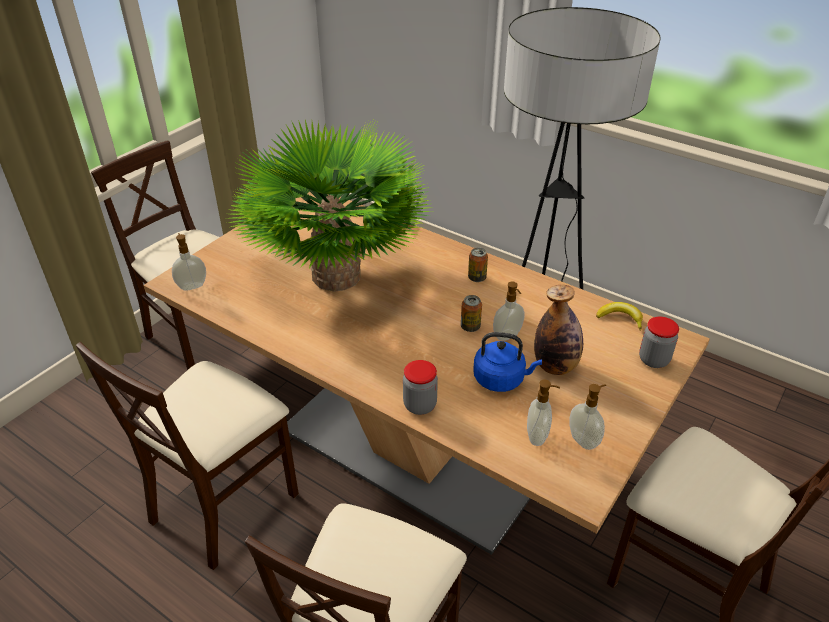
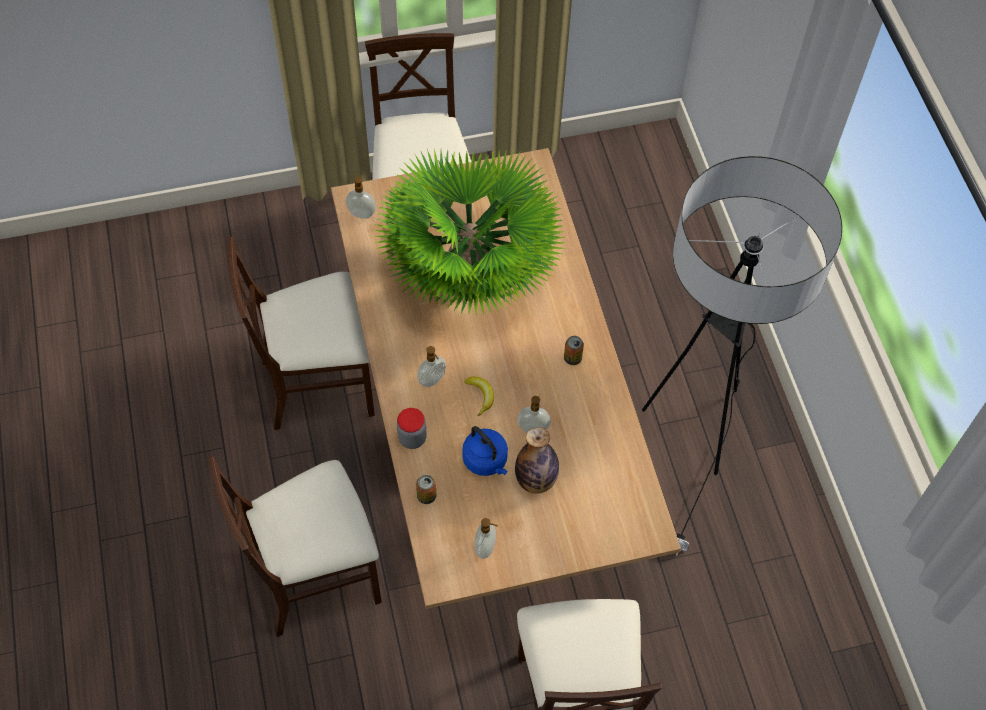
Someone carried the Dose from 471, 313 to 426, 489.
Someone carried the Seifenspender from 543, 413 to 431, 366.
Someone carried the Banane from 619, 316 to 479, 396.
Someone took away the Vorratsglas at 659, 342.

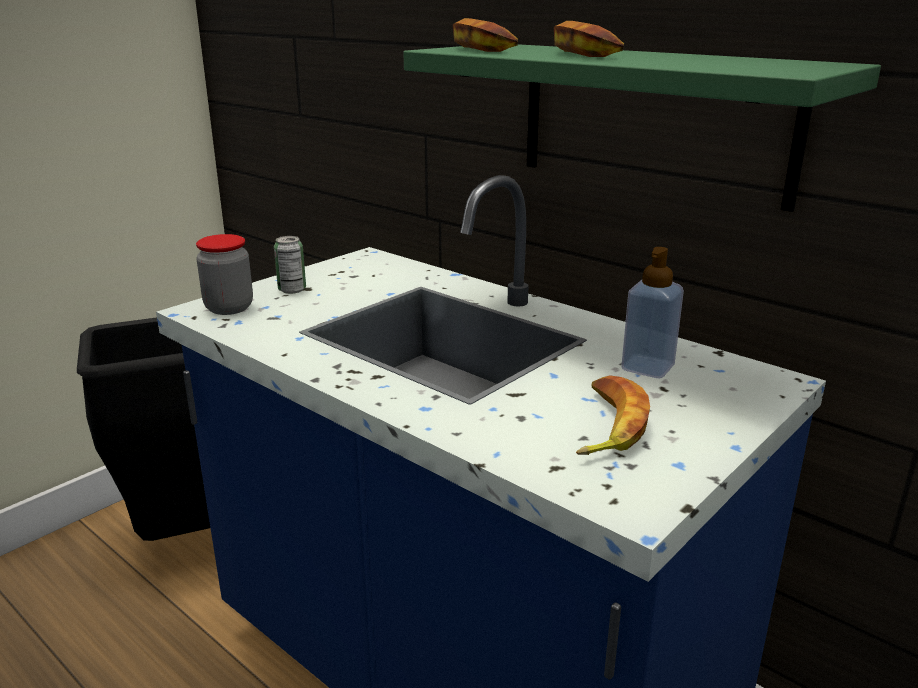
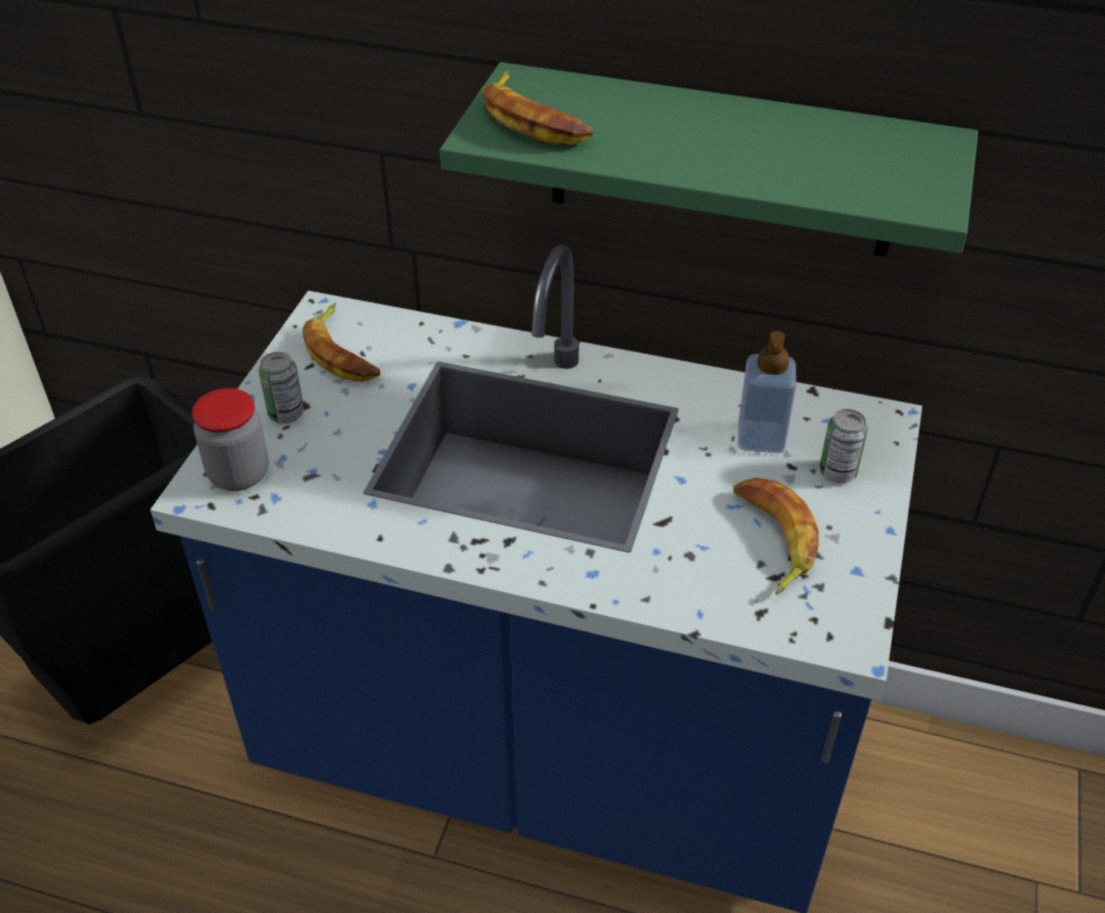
Someone carried the Banane from 589, 39 to 341, 342.
Someone put down the Dose at 843, 446.

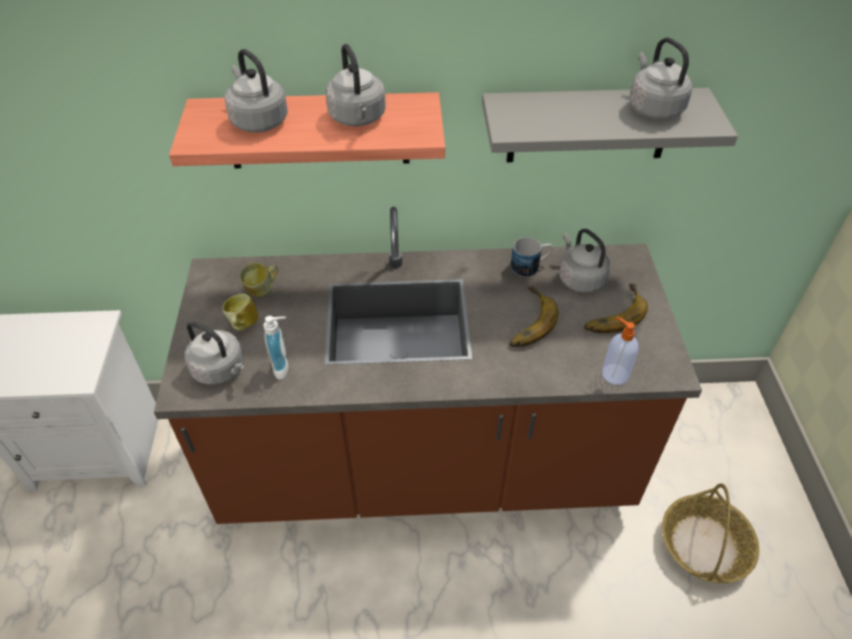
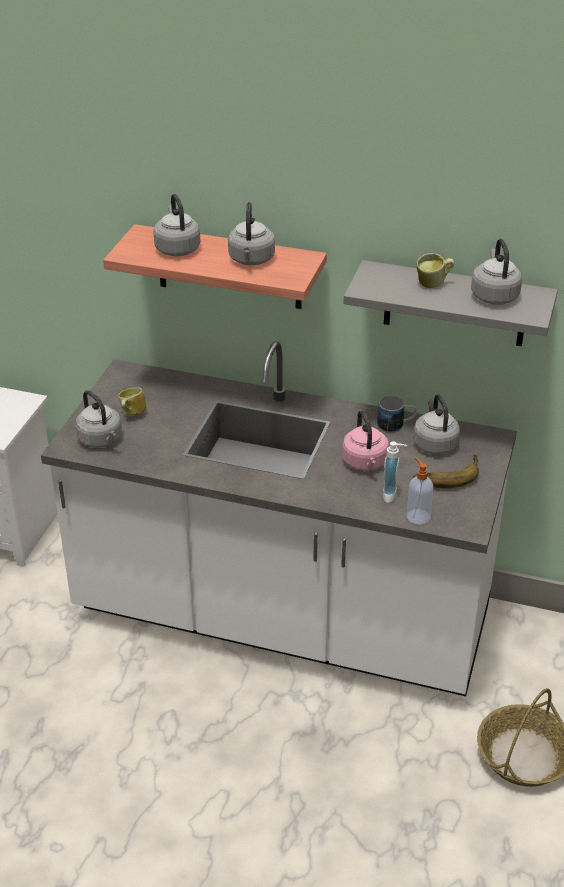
Someone repainted the Küchenzeile [braun] at 428, 365, which became the Küchenzeile [weiß] at 279, 518.
Someone carried the Henkelbecher from 259, 279 to 435, 270.
Someone carried the Seifenspender from 276, 348 to 395, 472.
Someone swapped the Banane at 533, 316 for the Wasserkessel [rosa] at 365, 440.

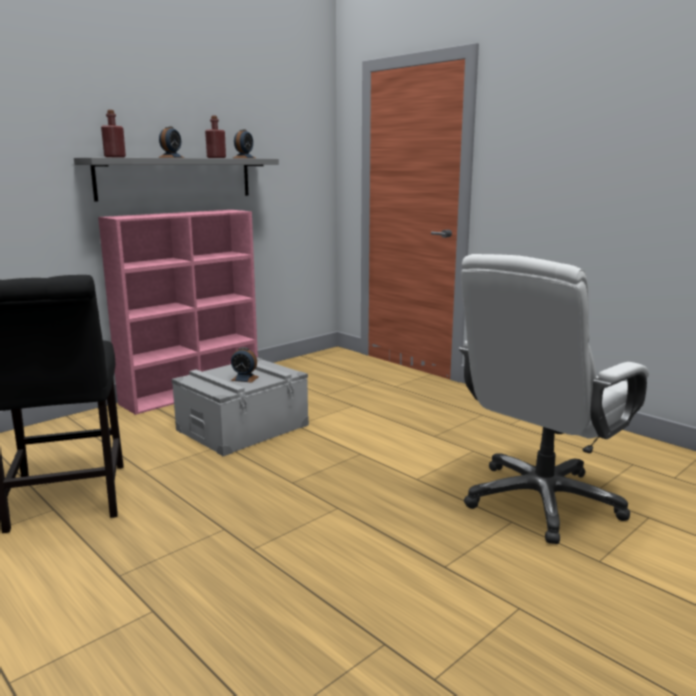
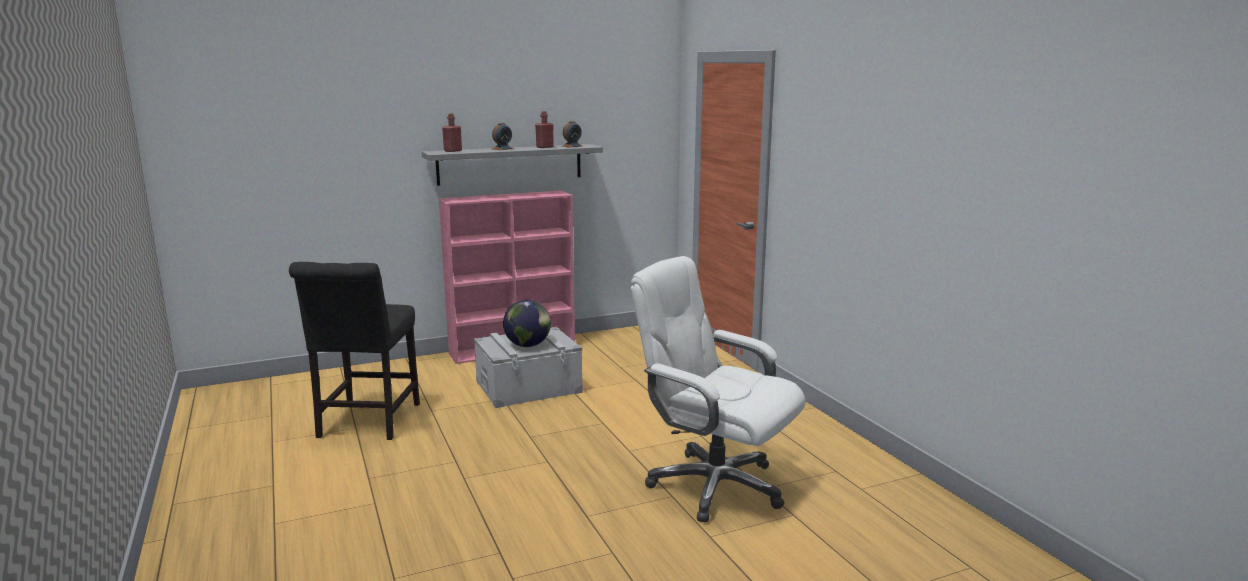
Someone swapped the Wecker at 245, 365 for the Globus at 527, 323.
Someone rotated the Bürostuhl [weiß] at 554, 399 by 60 degrees clockwise.

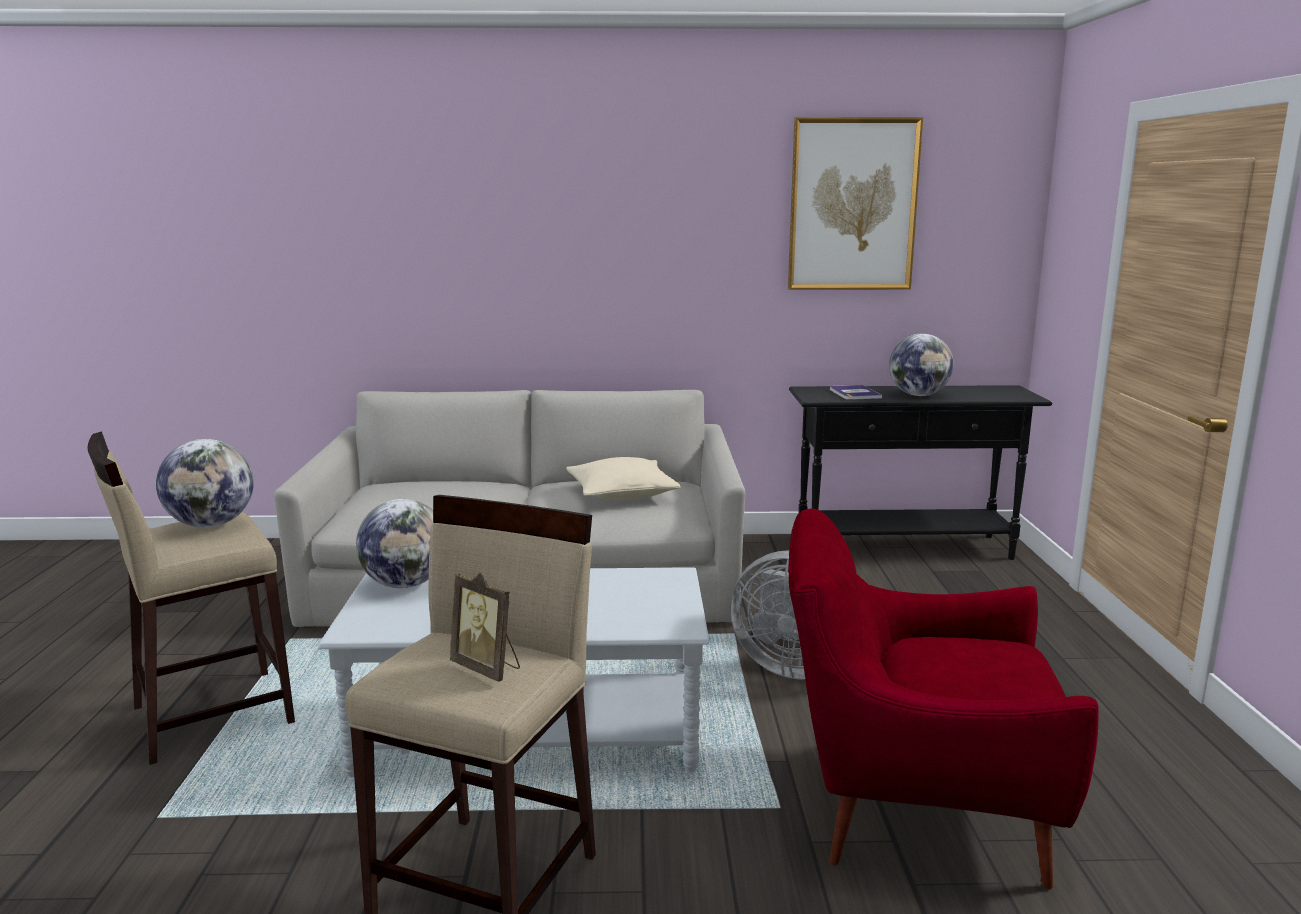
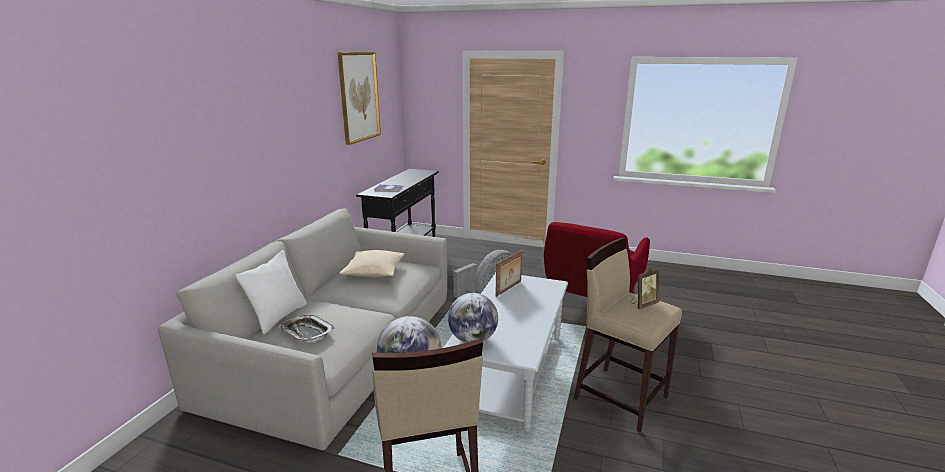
Someone took away the Globus at 921, 365.
Someone put down the Kissen [weiß] at 271, 292.
Someone put down the Tablett at 307, 328.
Someone put down the Bilderrahmen at 508, 273.

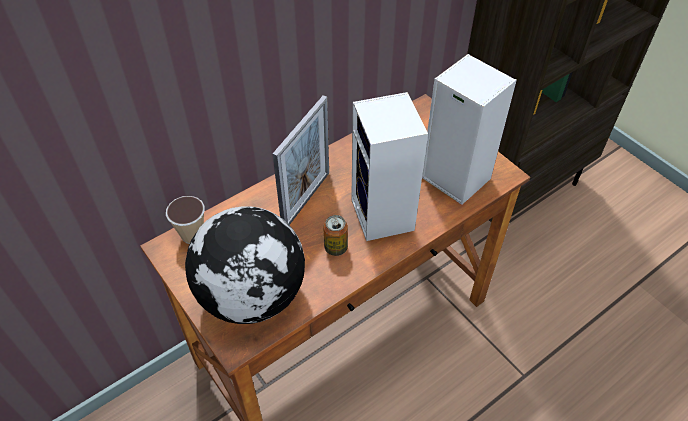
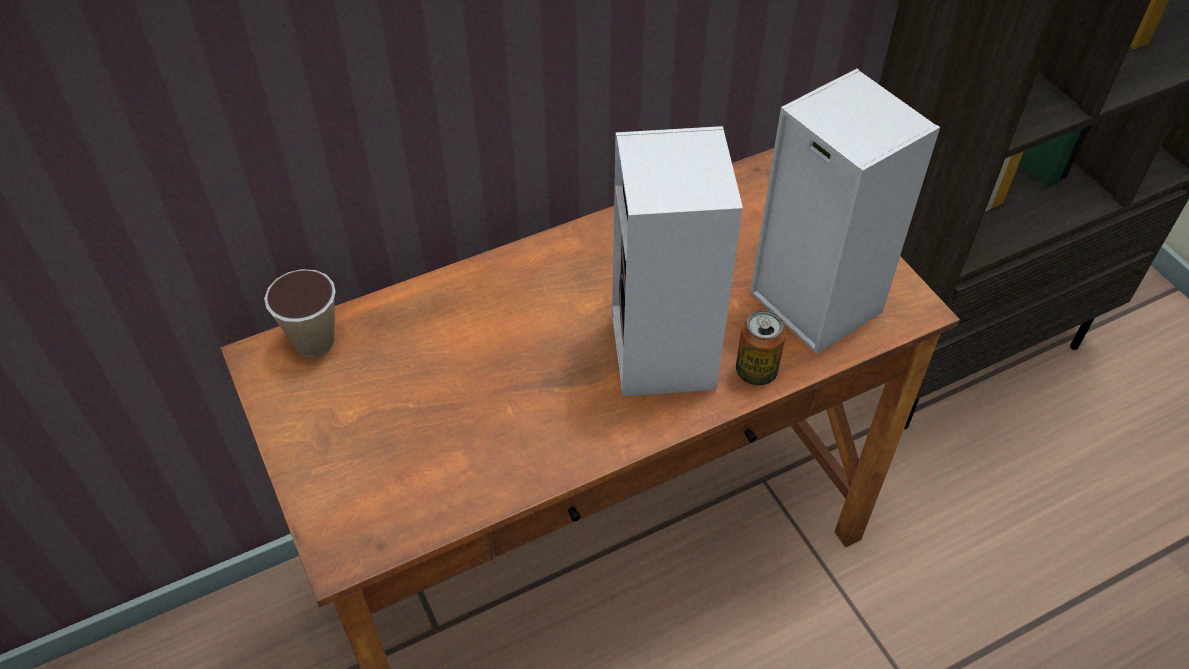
Someone took away the Globus at 245, 265.
Someone took away the Bilderrahmen at 301, 160.
Someone carried the Dose from 335, 235 to 761, 347.

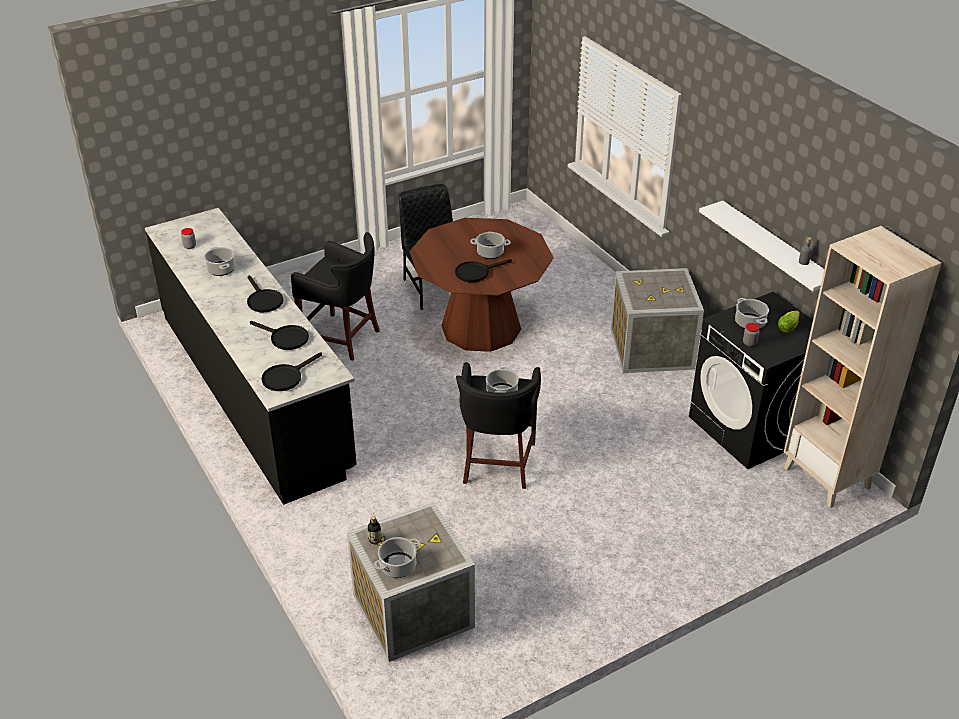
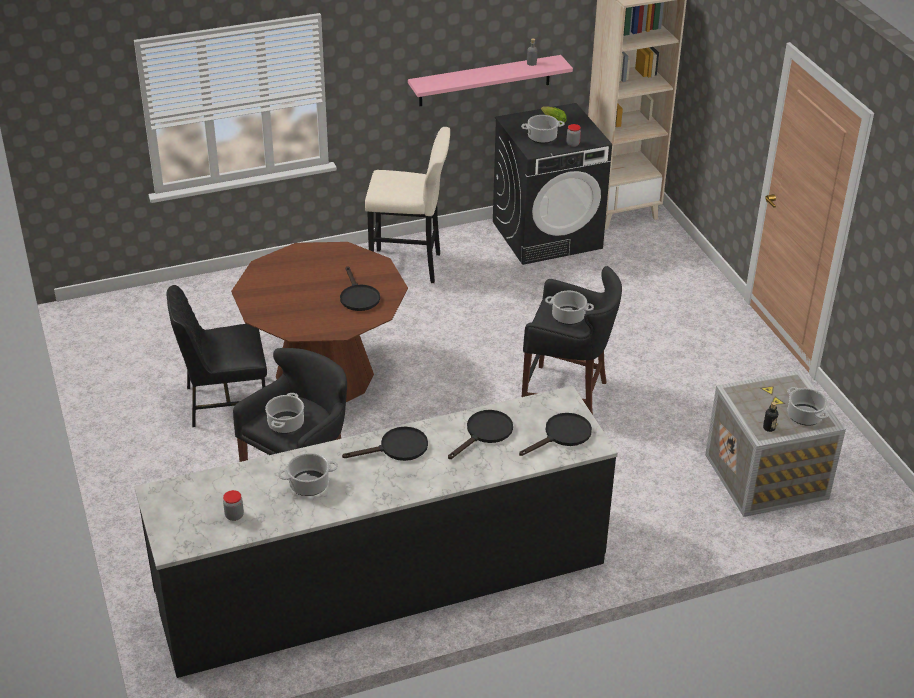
Someone rotated the Pfanne [schwarz] at 292, 371 by 90 degrees counterclockwise.
Someone carried the Kochtopf from 490, 245 to 284, 413.
Someone swapped the Kiste at 657, 320 for the Hocker [beige] at 407, 205.
Someone repainted the Wandregal [weiß] at 761, 246, which became the Wandregal [rosa] at 490, 80.

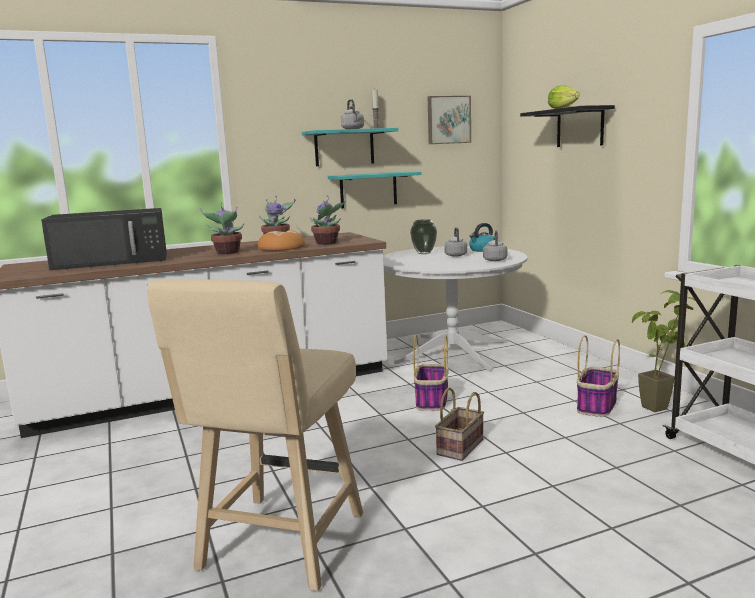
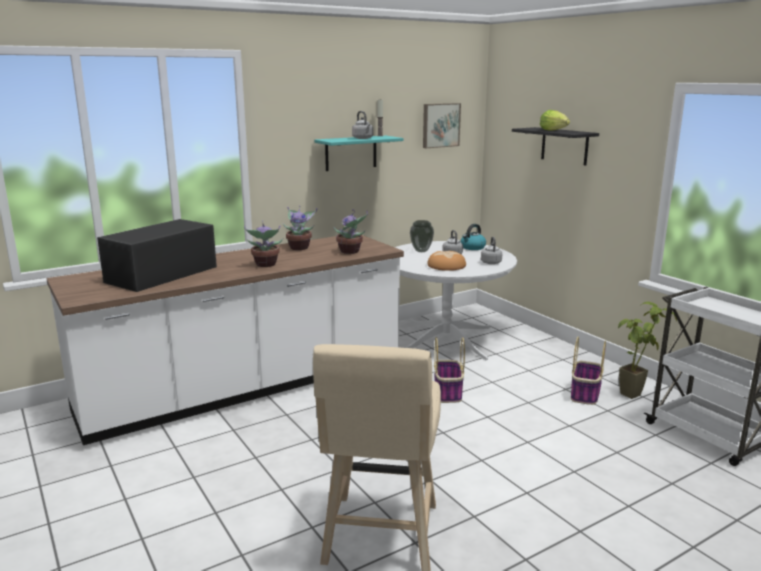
Someone rotated the Mikrowelle [schwarz] at 104, 239 by 150 degrees clockwise.
Someone carried the Brot from 281, 241 to 446, 261.
Someone took away the Wandregal [türkis] at 375, 190.
Someone took away the Korb at 459, 424.

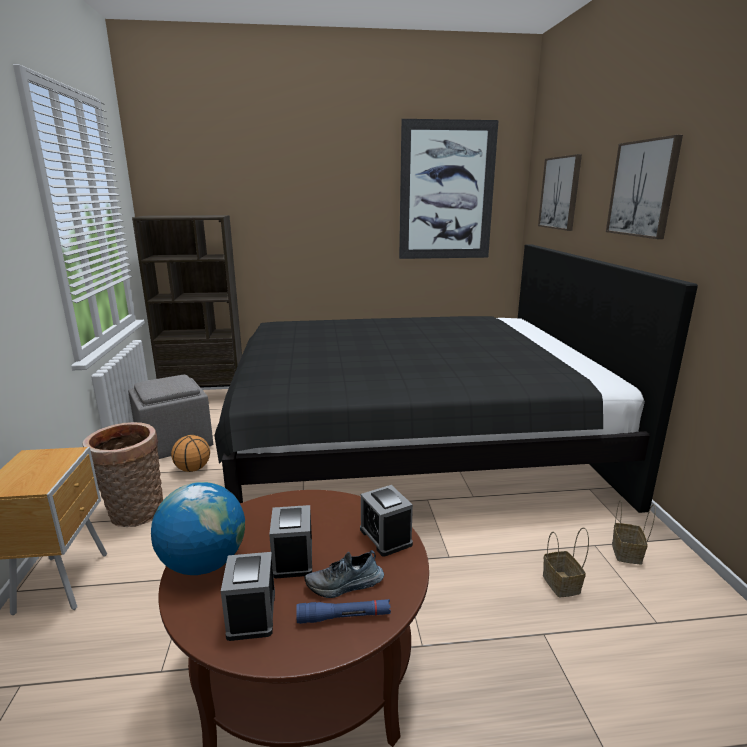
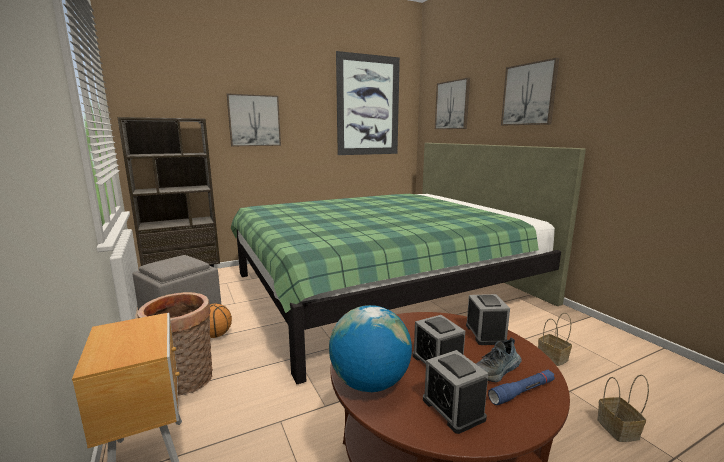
Someone repainted the Bett [schwarz] at 456, 378, which became the Bett [grün] at 408, 263.
Someone rotated the Wecker at 386, 520 by 135 degrees counterclockwise.
Someone carried the Korb from 634, 532 to 623, 408.
Someone put up the Bild at 254, 119.

